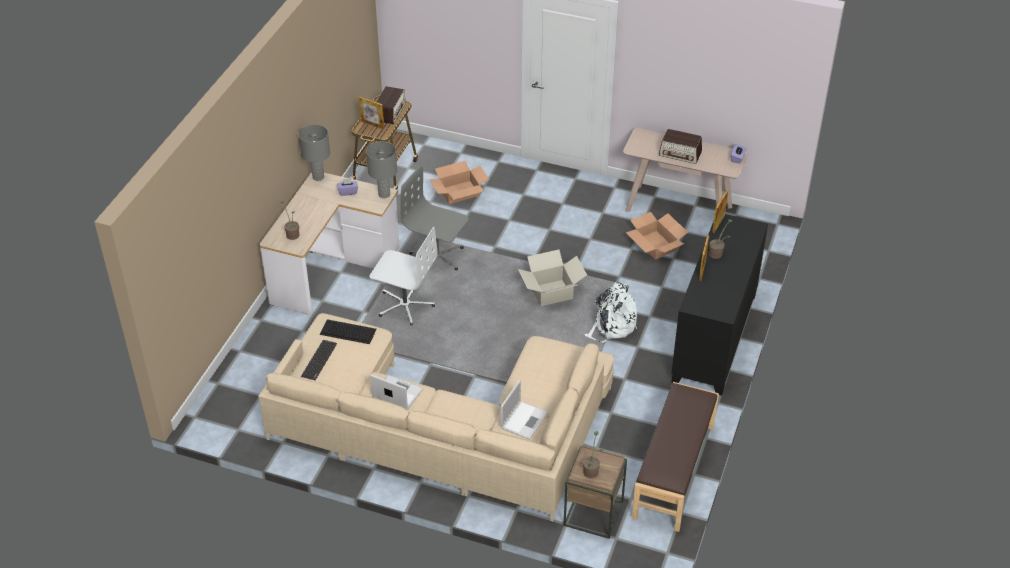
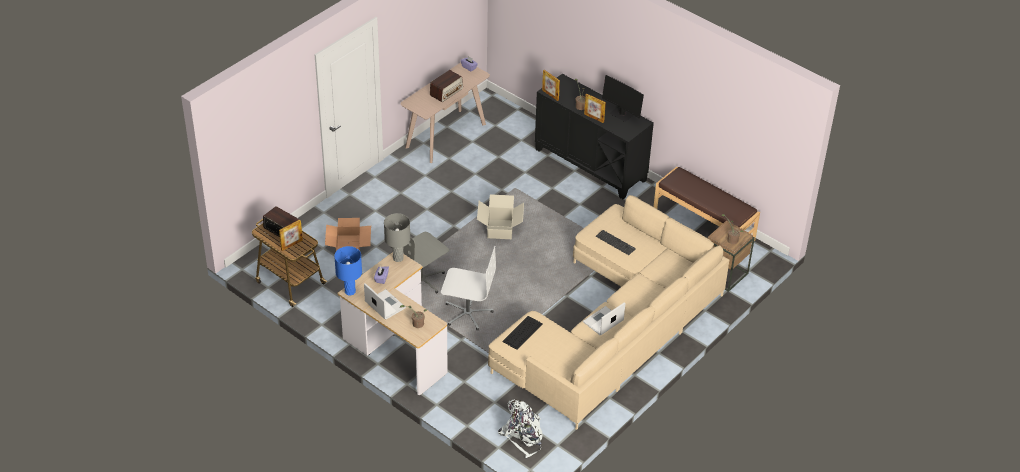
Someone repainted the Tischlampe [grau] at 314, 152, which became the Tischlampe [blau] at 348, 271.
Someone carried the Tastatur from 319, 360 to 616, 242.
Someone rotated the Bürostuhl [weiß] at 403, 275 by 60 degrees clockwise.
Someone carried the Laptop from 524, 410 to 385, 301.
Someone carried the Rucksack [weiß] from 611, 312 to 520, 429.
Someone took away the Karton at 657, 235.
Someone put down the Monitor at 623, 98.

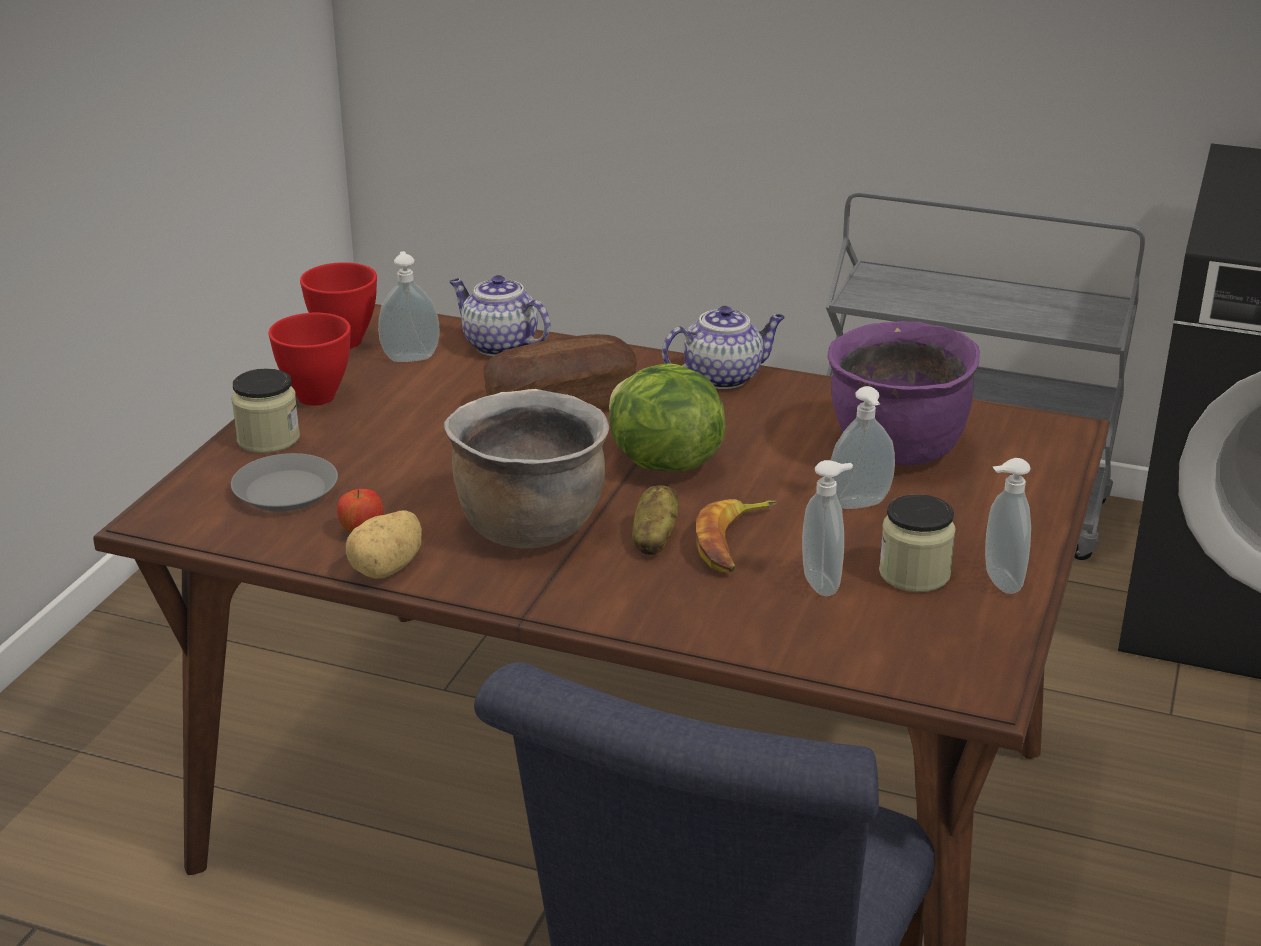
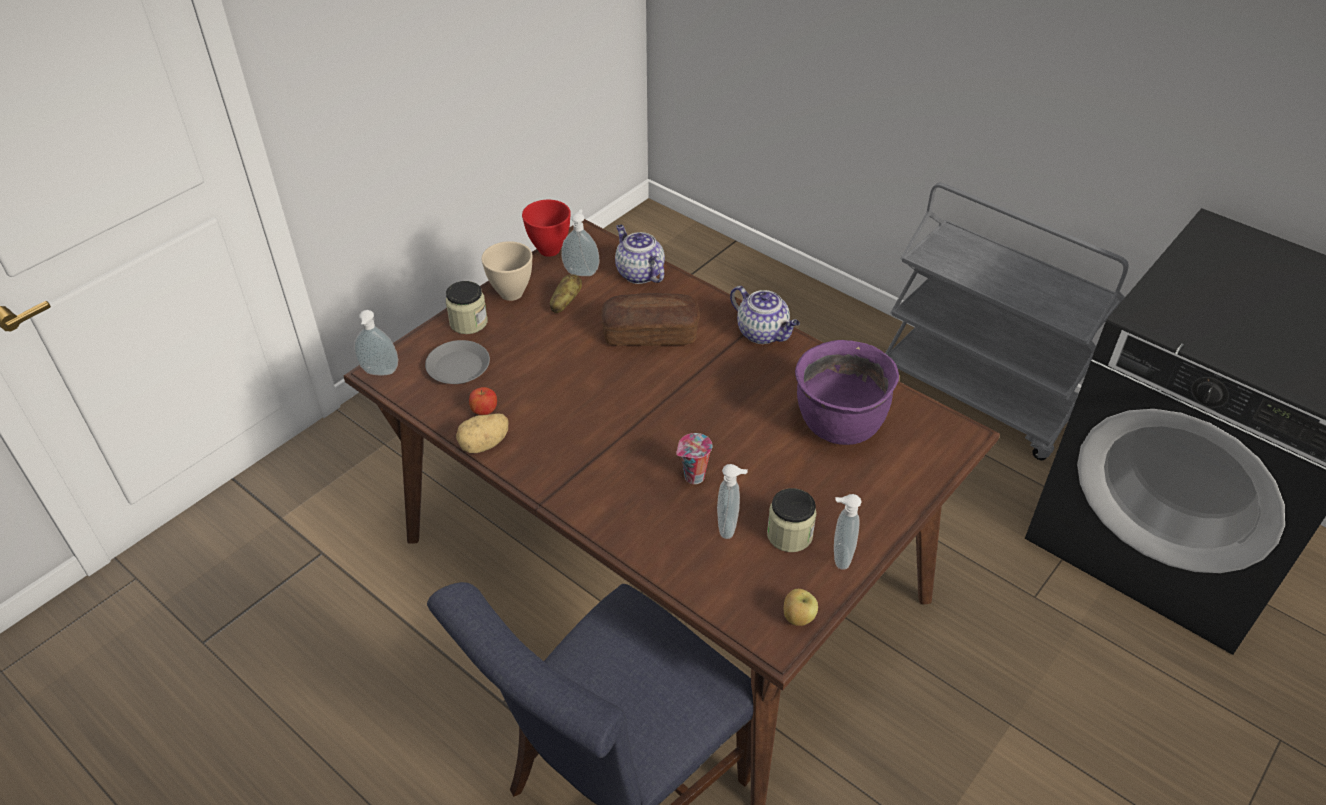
Someone repainted the Schüssel [rot] at 309, 359, which became the Schüssel [beige] at 507, 271.
Someone took away the Kochtopf [braun] at 526, 469.
Someone took away the Salatkopf at 667, 417.
Someone carried the Kartoffel from 655, 520 to 566, 293.
Someone rotated the Teekanne at 723, 347 by 45 degrees clockwise.
Someone swapped the Banane at 736, 535 for the Tasse at 694, 458.
Someone carried the Seifenspender from 863, 447 to 376, 342.
Someone put down the Apfel at 801, 607.

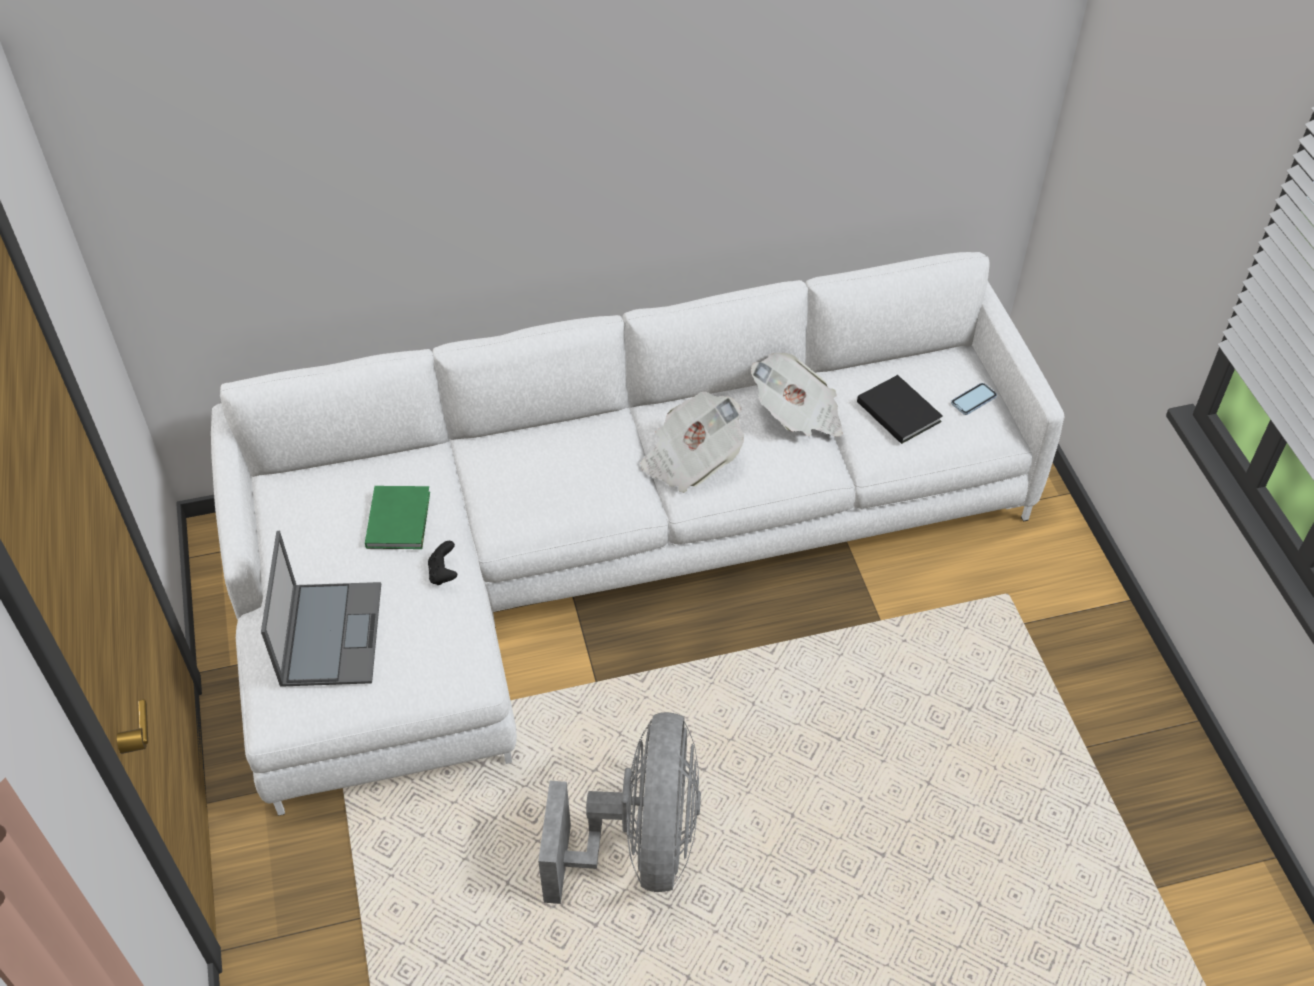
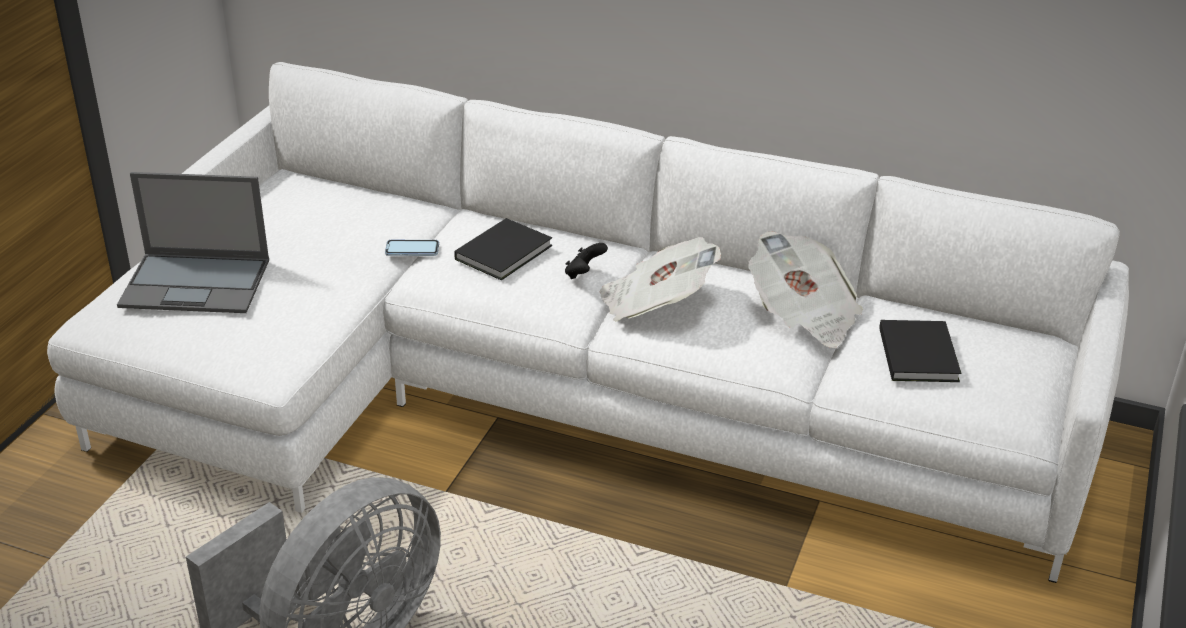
Someone rotated the Laptop at 321, 609 by 60 degrees clockwise.
Someone took away the Buch [grün] at 397, 517.
Someone carried the Gamepad [schwarz] from 443, 563 to 586, 261.
Someone carried the Handy from 974, 399 to 412, 248.
Someone put down the Buch [schwarz] at 503, 249.

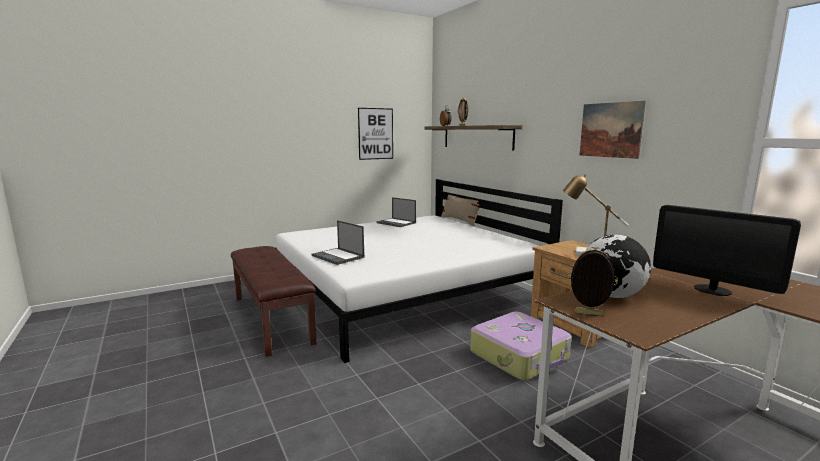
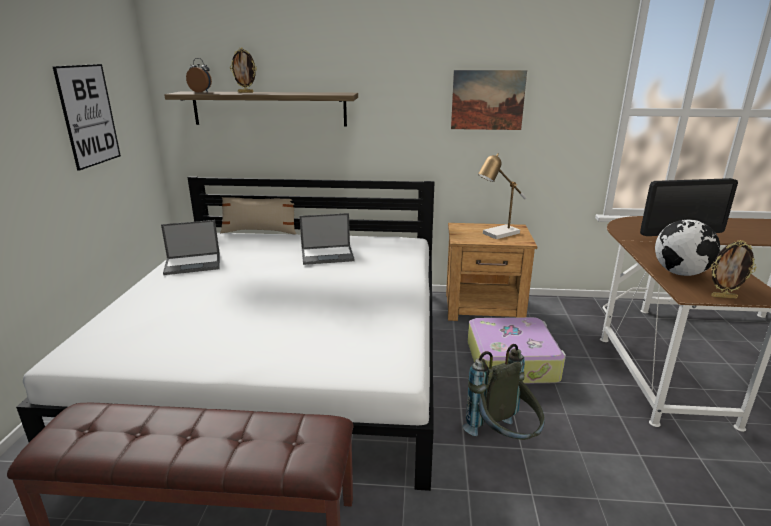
Someone carried the Laptop from 338, 242 to 327, 239.
Someone rotated the Bilderrahmen at 593, 281 by 135 degrees counterclockwise.
Someone put down the Rucksack [grau] at 503, 392.

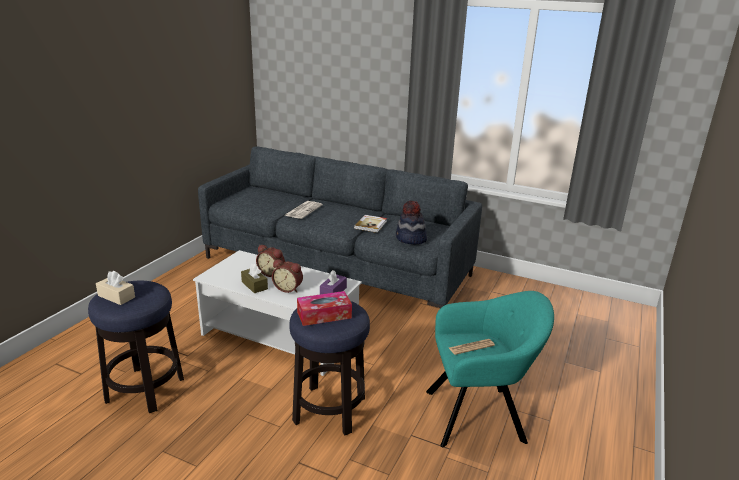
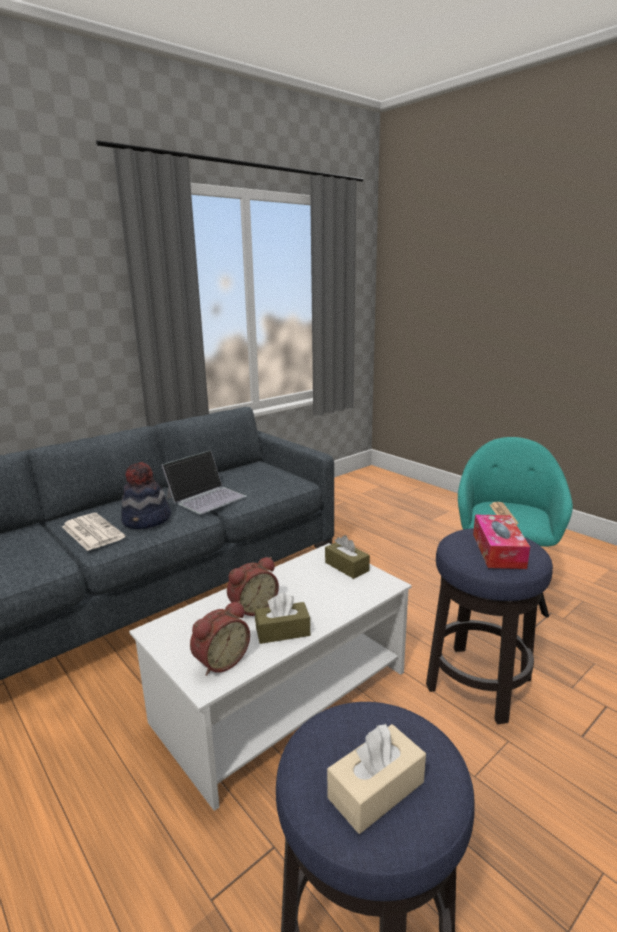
Someone carried the Wecker from 287, 276 to 220, 638.
Someone repainted the Taschentuchbox [lila] at 333, 282, which became the Taschentuchbox [braun] at 347, 557.
Someone swapped the Buch at 370, 224 for the Laptop at 204, 482.
Someone carried the Hut from 411, 222 to 146, 495.

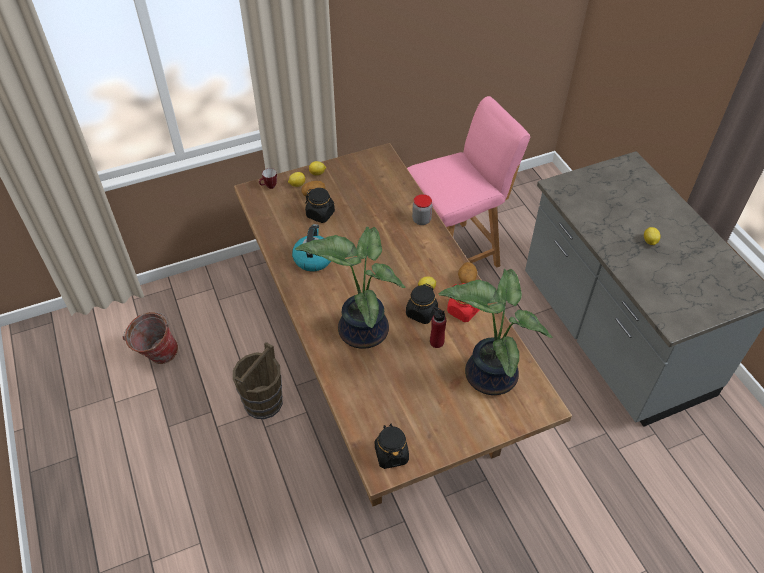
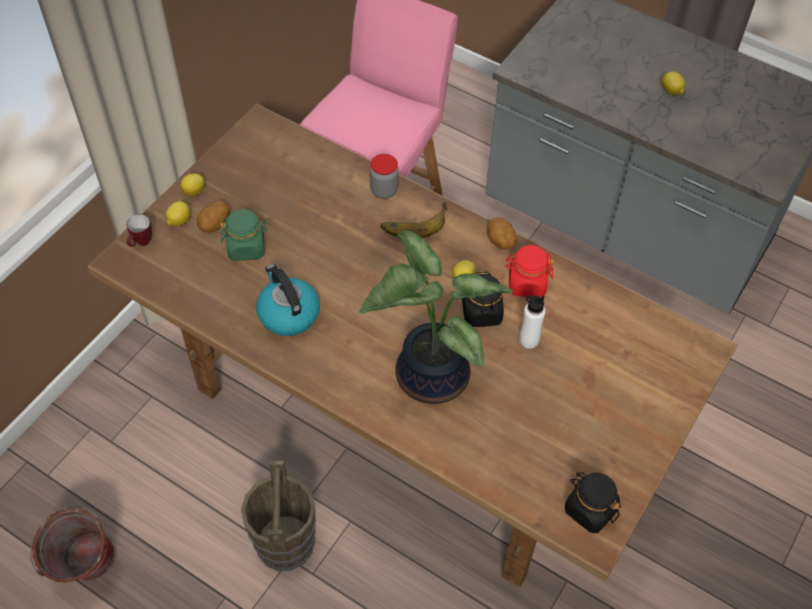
Someone repainted the Vorratsglas [schwarz] at 320, 205, which became the Vorratsglas [grün] at 244, 235.
Someone repainted the Flasche [rot] at 438, 327, which became the Flasche [weiß] at 532, 322.
Someone took away the Topfpflanze at 495, 332.
Someone put down the Banane at 414, 220.

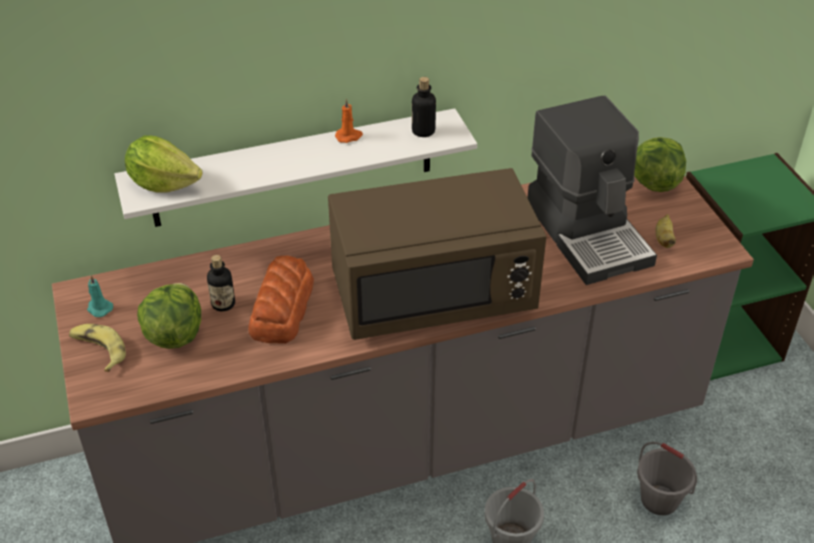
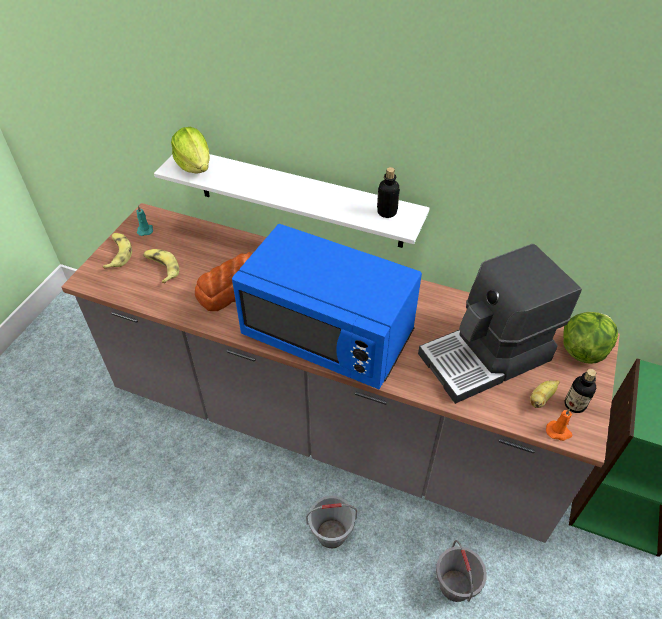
Someone swapped the Salatkopf at 169, 316 for the Banane at 161, 266.
Someone carried the Flasche from 221, 283 to 580, 391.
Someone repainted the Mikrowelle [braun] at 437, 254, which became the Mikrowelle [blau] at 327, 306.
Someone carried the Kerze [orange] from 349, 120 to 559, 424.
Someone rotated the Kaffeemaschine at 592, 190 by 45 degrees clockwise.

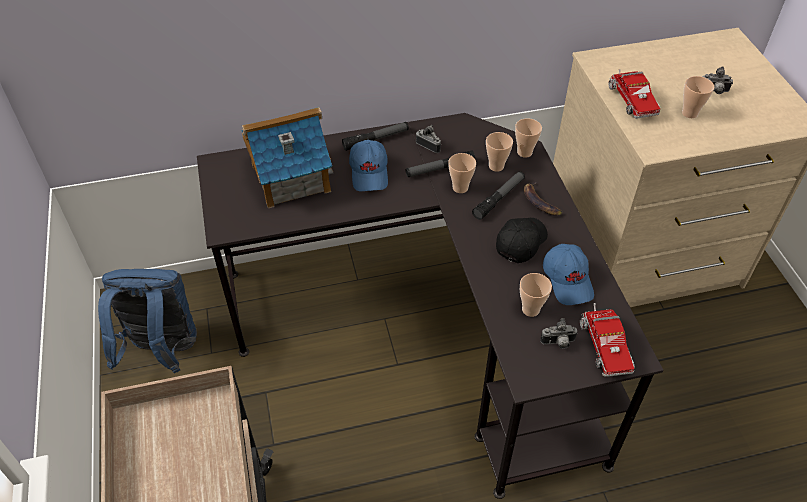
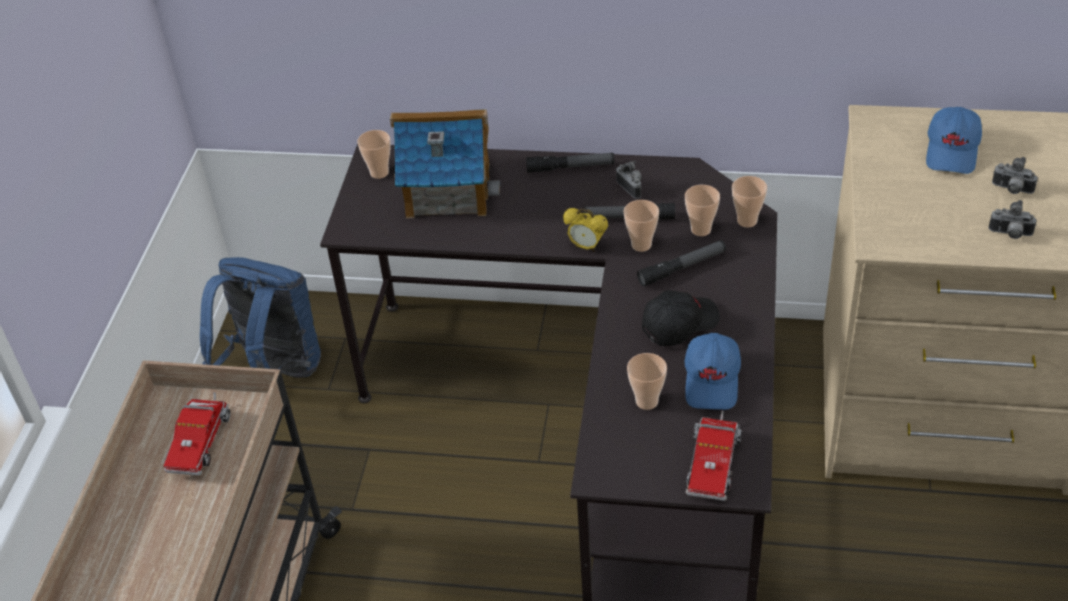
Someone carried the Kappe [blau] from 368, 165 to 954, 140.
Someone took away the Banane at 543, 199.
Someone carried the Kamera from 559, 333 to 1012, 219.
Someone carried the Spielzeuglaster from 634, 94 to 197, 433.
Someone carried the Tasse from 698, 97 to 374, 154.
Someone put down the Wecker at 585, 230.

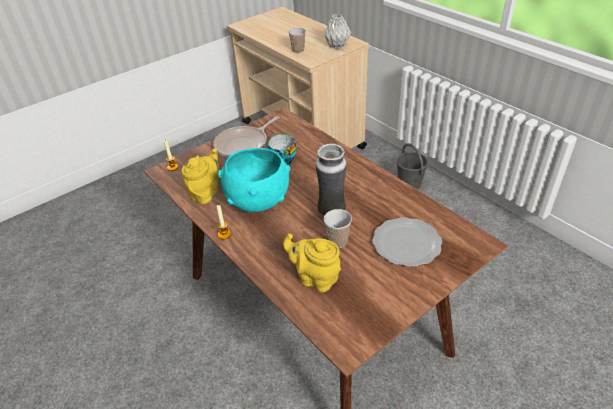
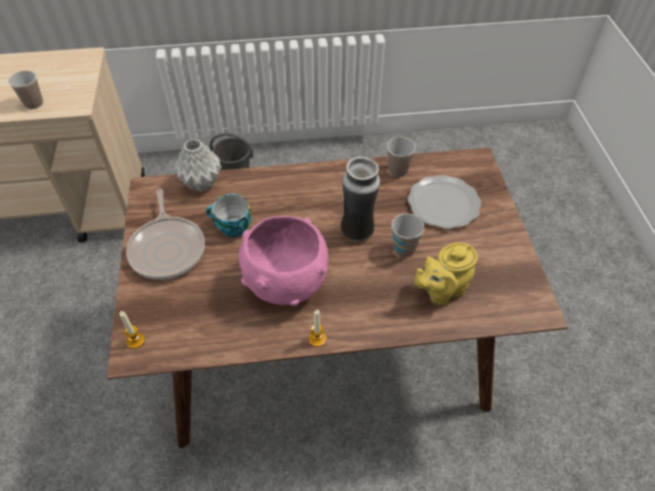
Someone took away the Teekanne [gelb] at 200, 176.
Someone repainted the Schüssel [türkis] at 254, 180, which became the Schüssel [rosa] at 283, 261.
Someone carried the Vase [grau] from 337, 31 to 197, 165.
Someone put down the Tasse at 401, 157.

